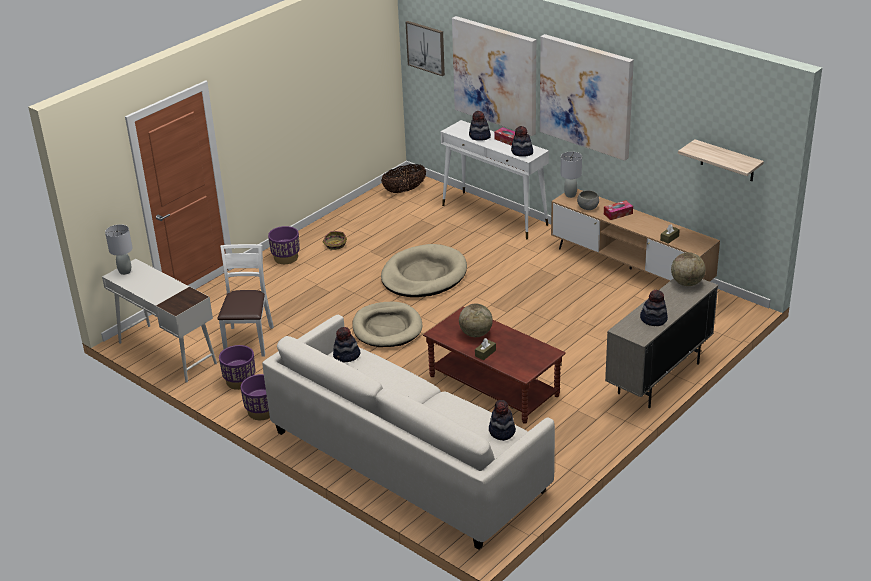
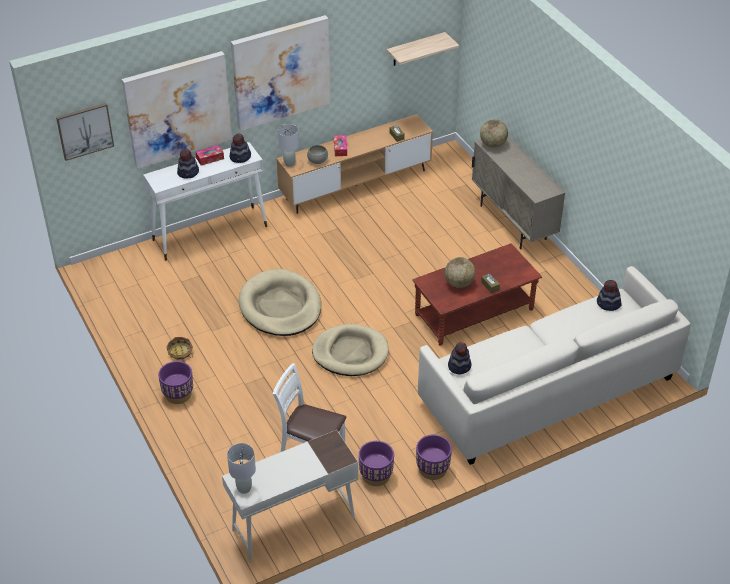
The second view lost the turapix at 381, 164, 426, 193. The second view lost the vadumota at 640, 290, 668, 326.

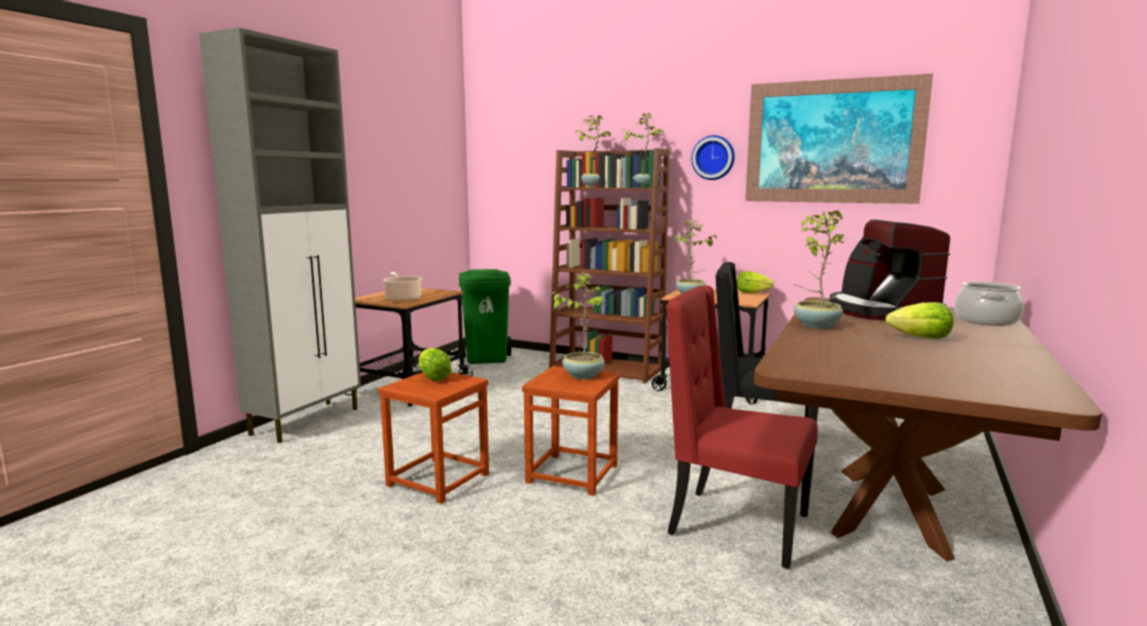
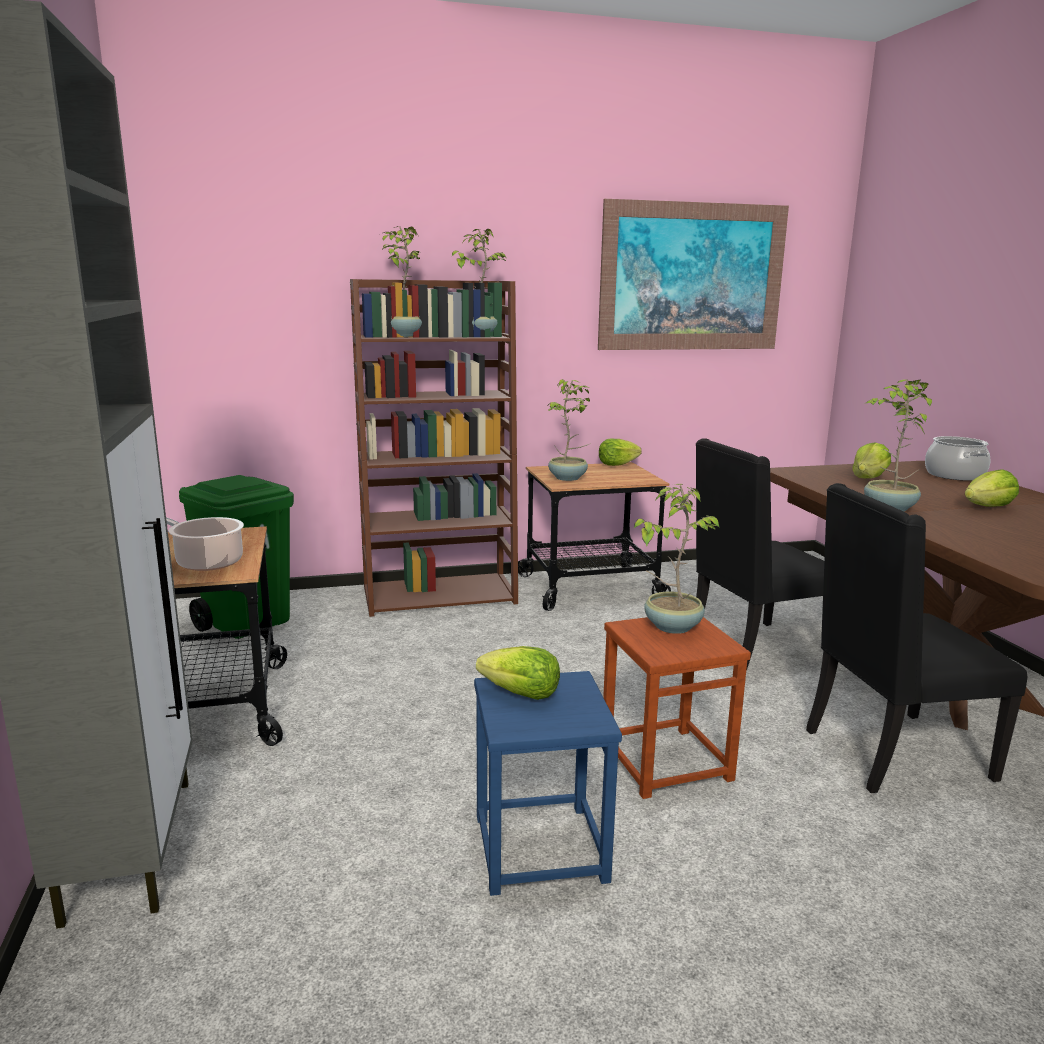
What was the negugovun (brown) at 378, 372, 489, 504 turned into the negugovun (blue) at 474, 671, 622, 896. What was the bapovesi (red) at 666, 285, 818, 569 turned into the bapovesi (black) at 806, 483, 1027, 793. The second view lost the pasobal at 691, 135, 735, 180. Where the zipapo stood at 830, 220, 950, 320, the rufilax came to stand at 852, 442, 891, 478.

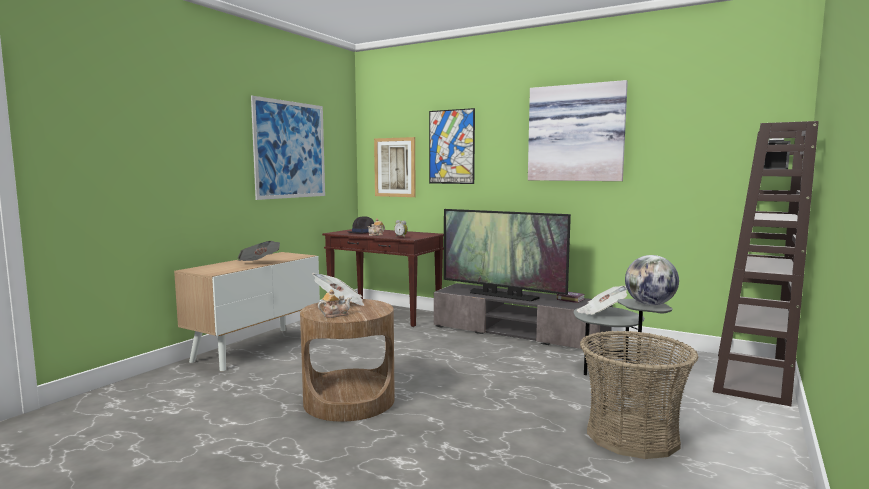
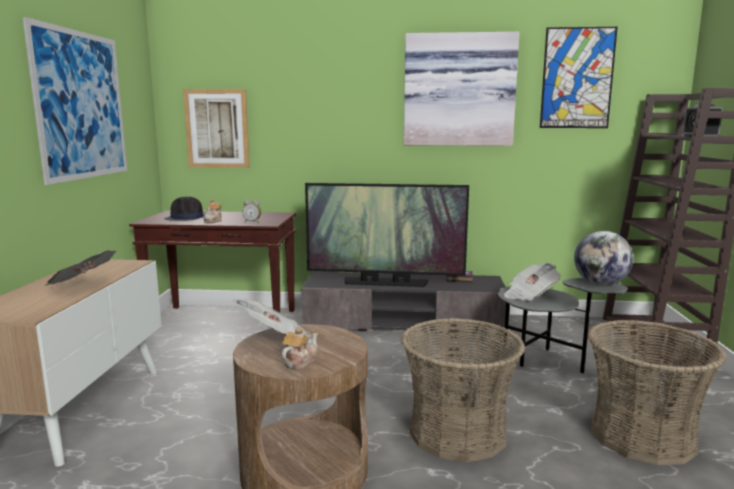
The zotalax ended up elsewhere, having gone from 429, 108, 475, 184 to 540, 27, 618, 128. The second view gained the turapix at 401, 318, 525, 462.

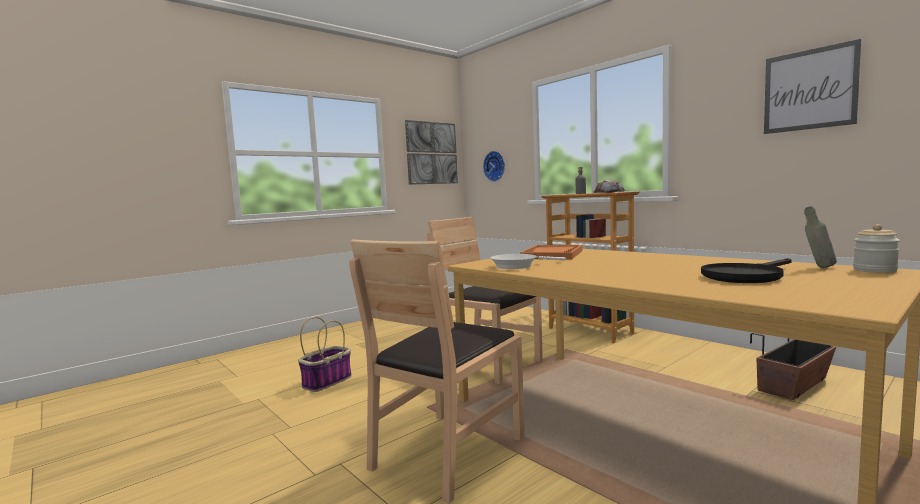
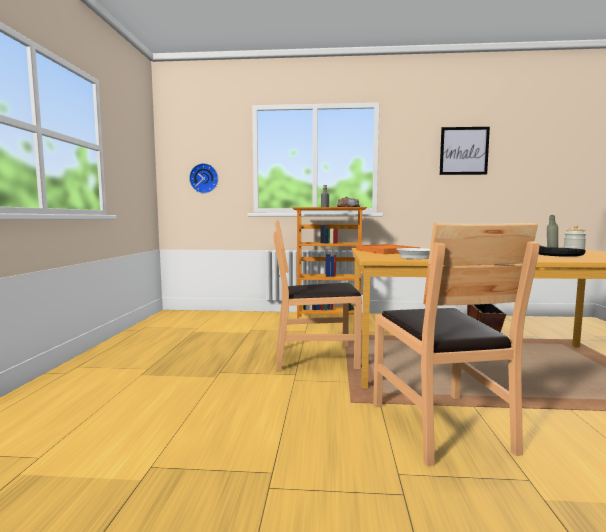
The second view lost the turapix at 298, 317, 352, 392. The second view lost the zotalax at 405, 120, 458, 185.

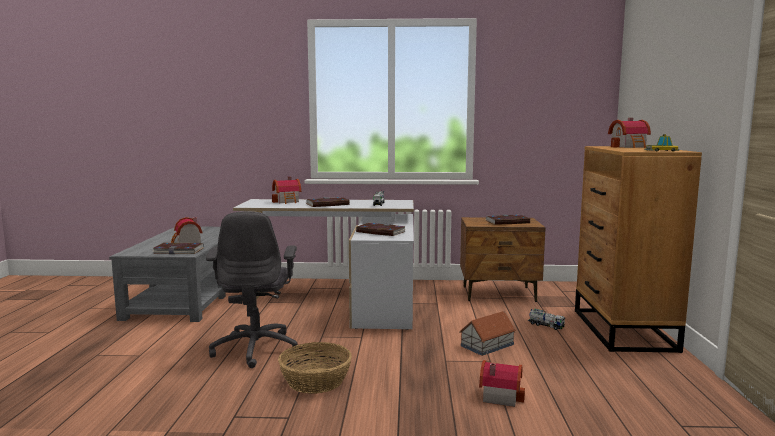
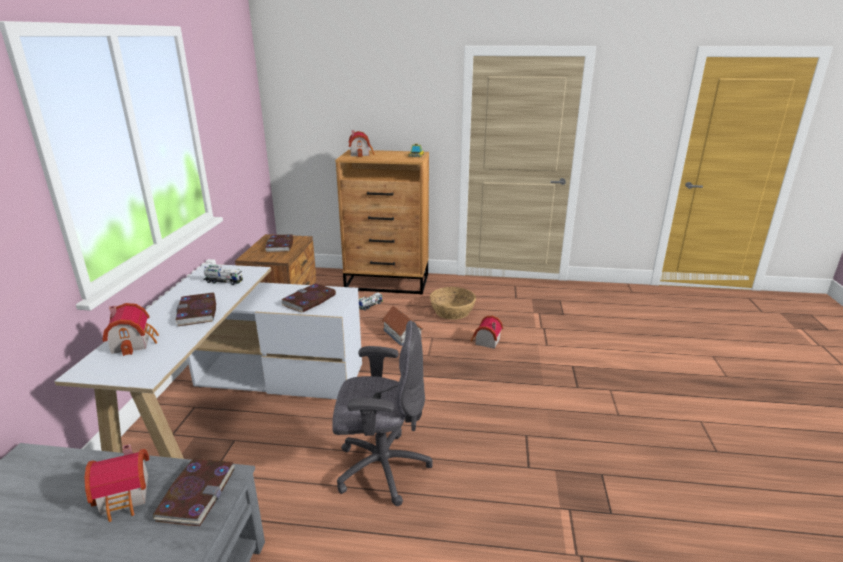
The turapix ended up elsewhere, having gone from 278, 342, 352, 394 to 430, 287, 476, 320.

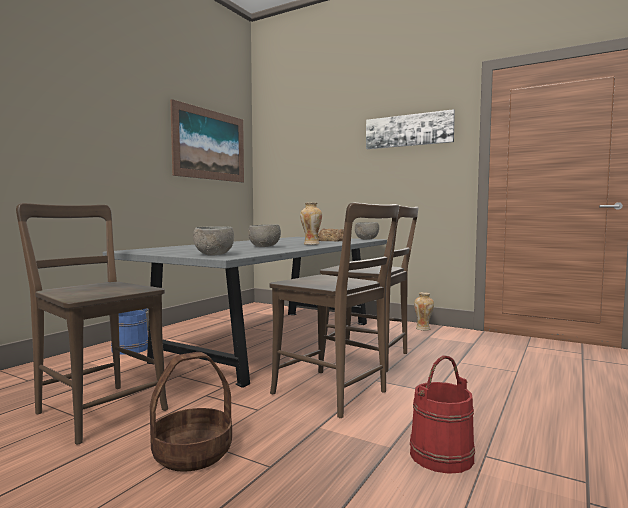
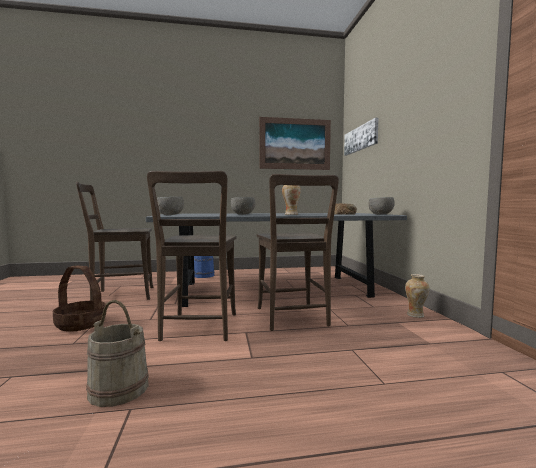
The bapovesi (brown) at 16, 203, 168, 445 ended up facing another way, 105 degrees counterclockwise from before. The zotalax ended up elsewhere, having gone from 366, 109, 455, 149 to 344, 118, 378, 156. What was the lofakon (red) at 410, 355, 475, 474 turned into the lofakon (beige) at 86, 300, 149, 407.

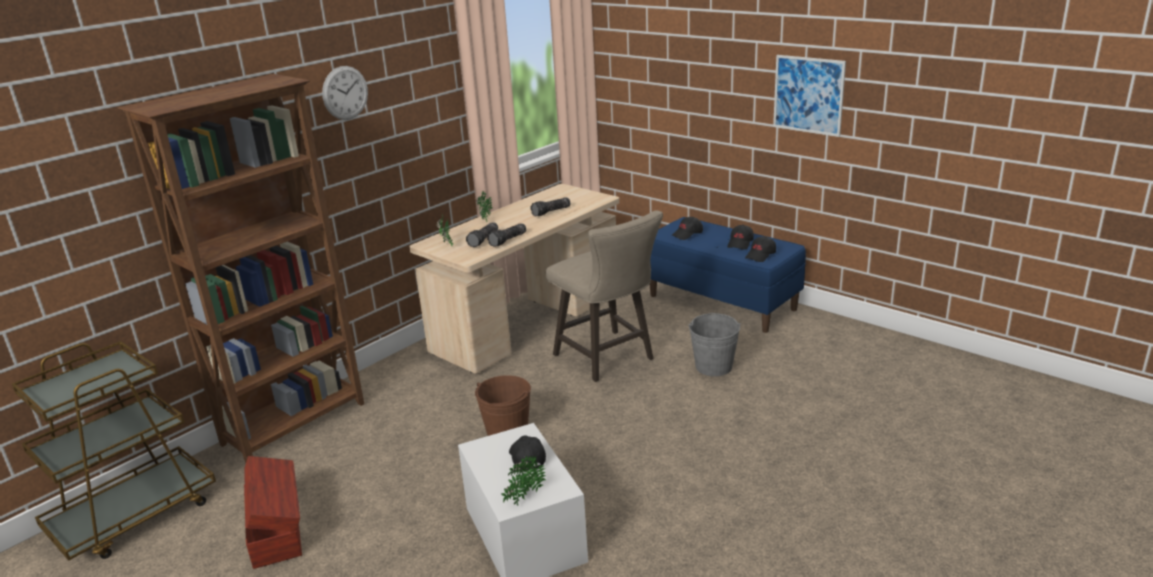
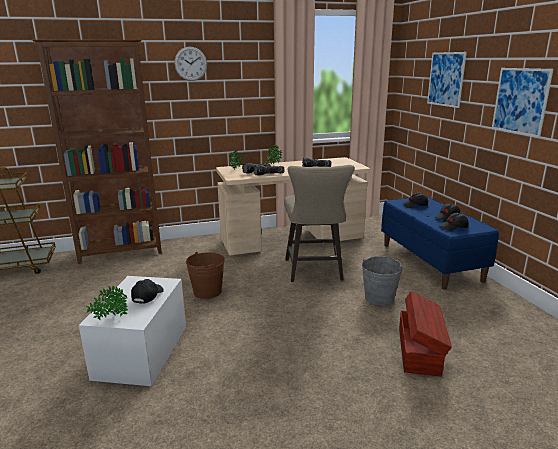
The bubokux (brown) ended up elsewhere, having gone from 244, 456, 302, 569 to 399, 291, 452, 377. The second view gained the zotalax at 427, 52, 467, 108.

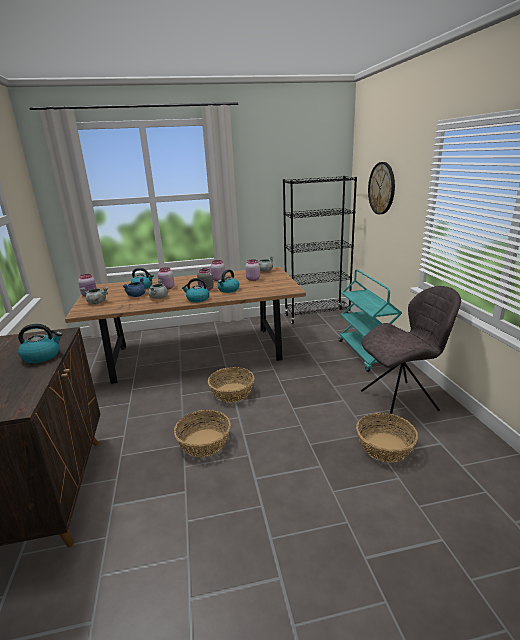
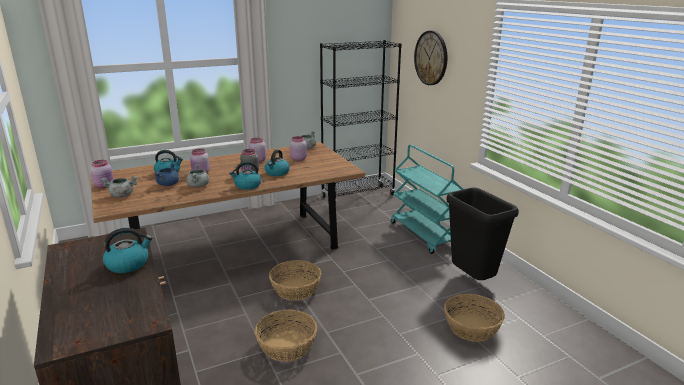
Where the bapovesi (grey) stood at 361, 286, 461, 420, the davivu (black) came to stand at 446, 188, 519, 280.

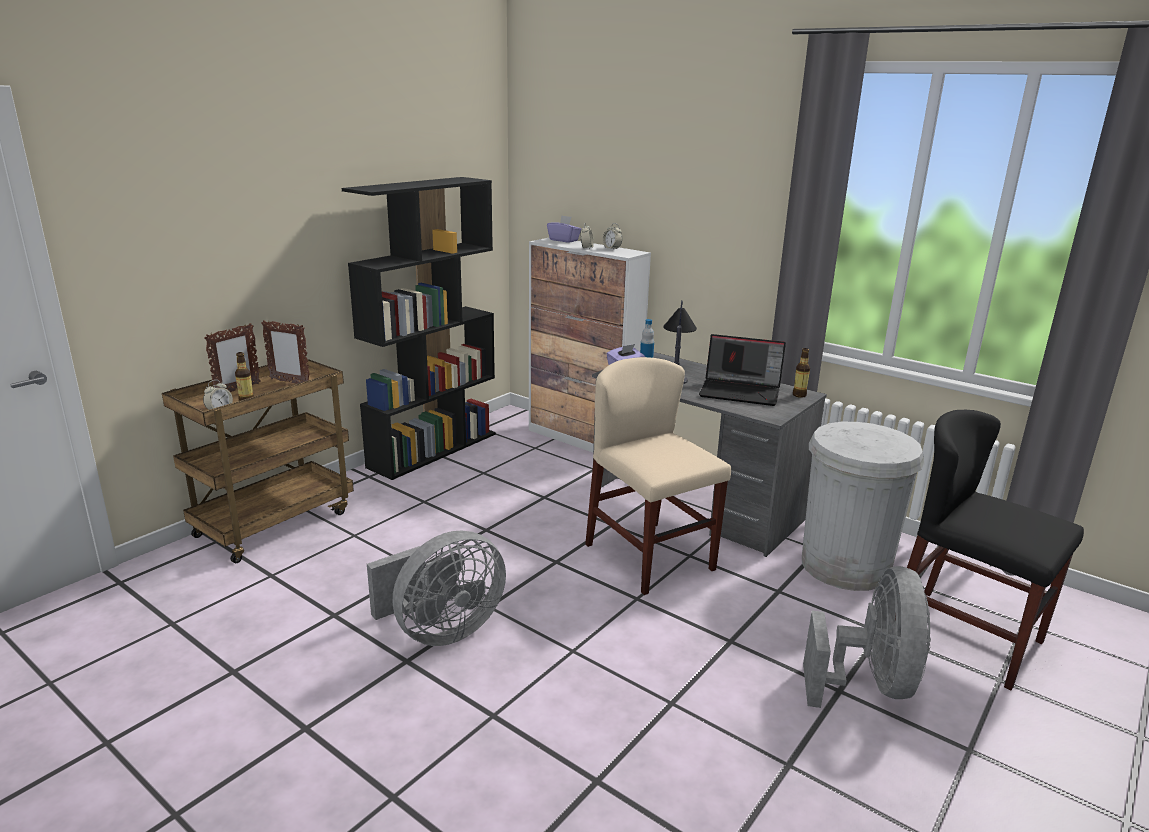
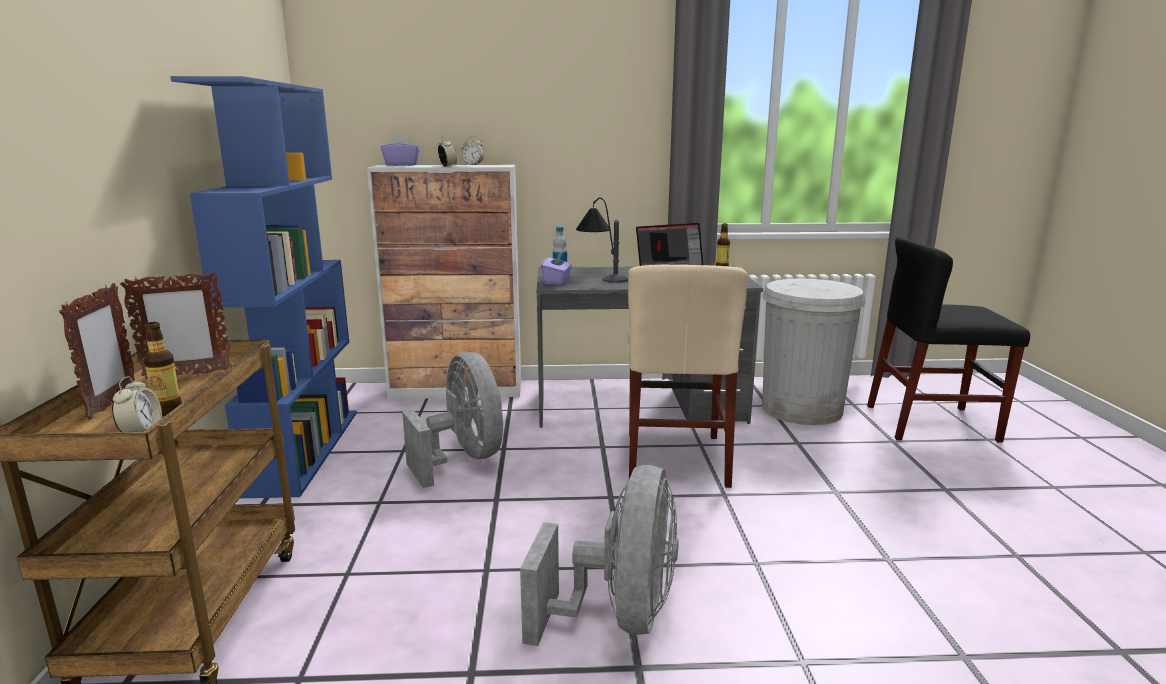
What was the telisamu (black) at 342, 177, 496, 480 turned into the telisamu (blue) at 170, 76, 357, 498. The bapovesi (beige) at 585, 357, 731, 595 ended up facing another way, 105 degrees counterclockwise from before. The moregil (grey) ended up elsewhere, having gone from 803, 566, 931, 708 to 402, 352, 503, 488.

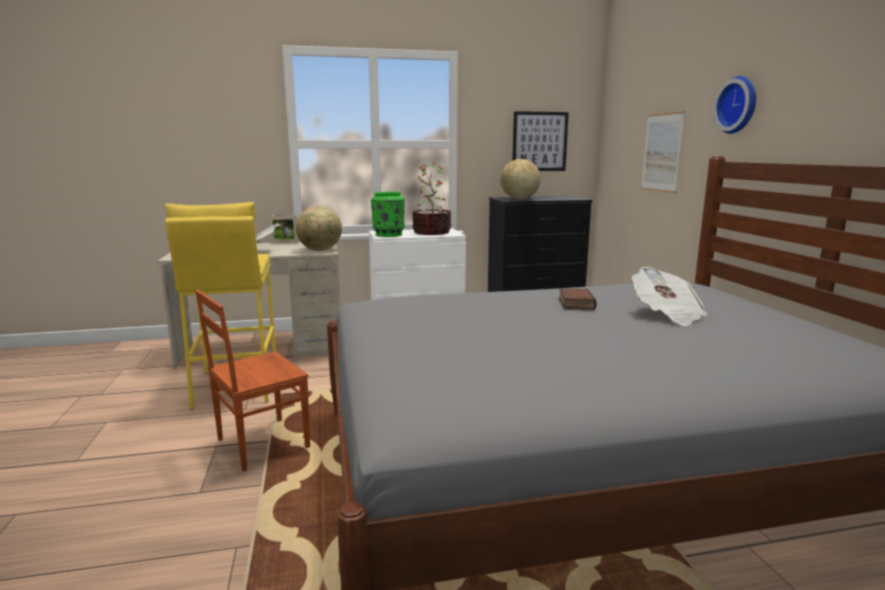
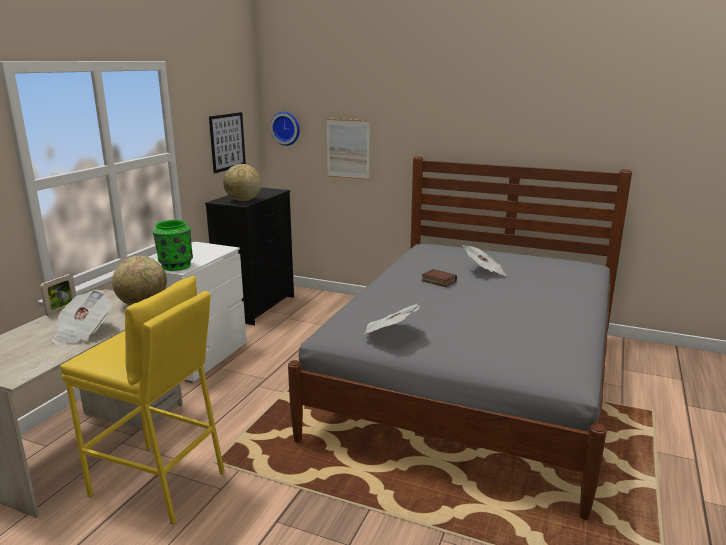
The second view lost the bapovesi (brown) at 195, 289, 310, 472. The second view lost the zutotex at 412, 162, 452, 235. The pasobal ended up elsewhere, having gone from 713, 76, 756, 134 to 270, 112, 300, 146. The second view gained the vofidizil at 364, 304, 420, 334.

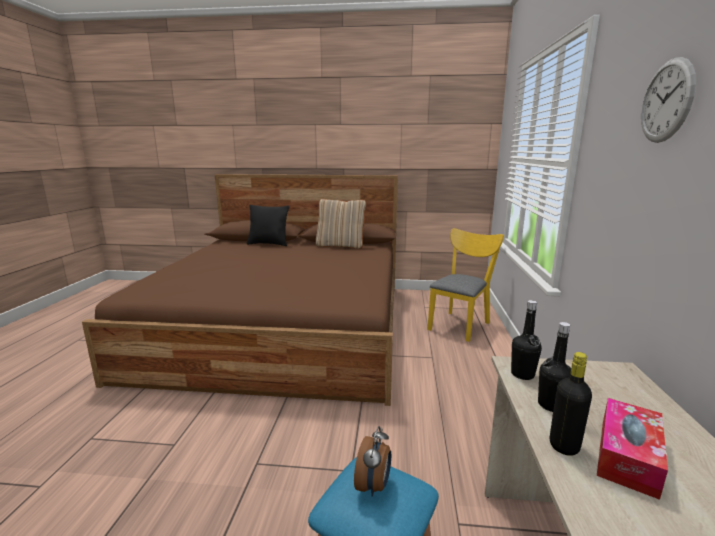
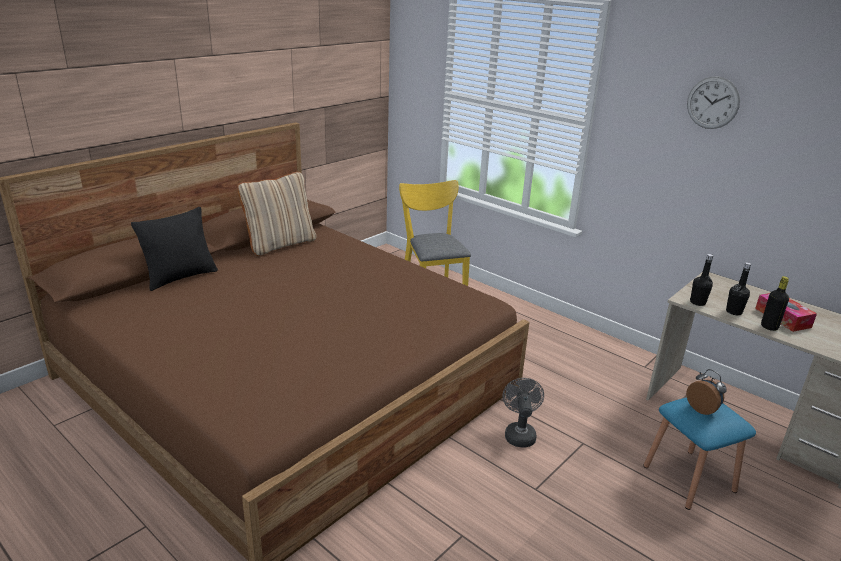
The second view gained the moregil (grey) at 502, 378, 544, 447.

